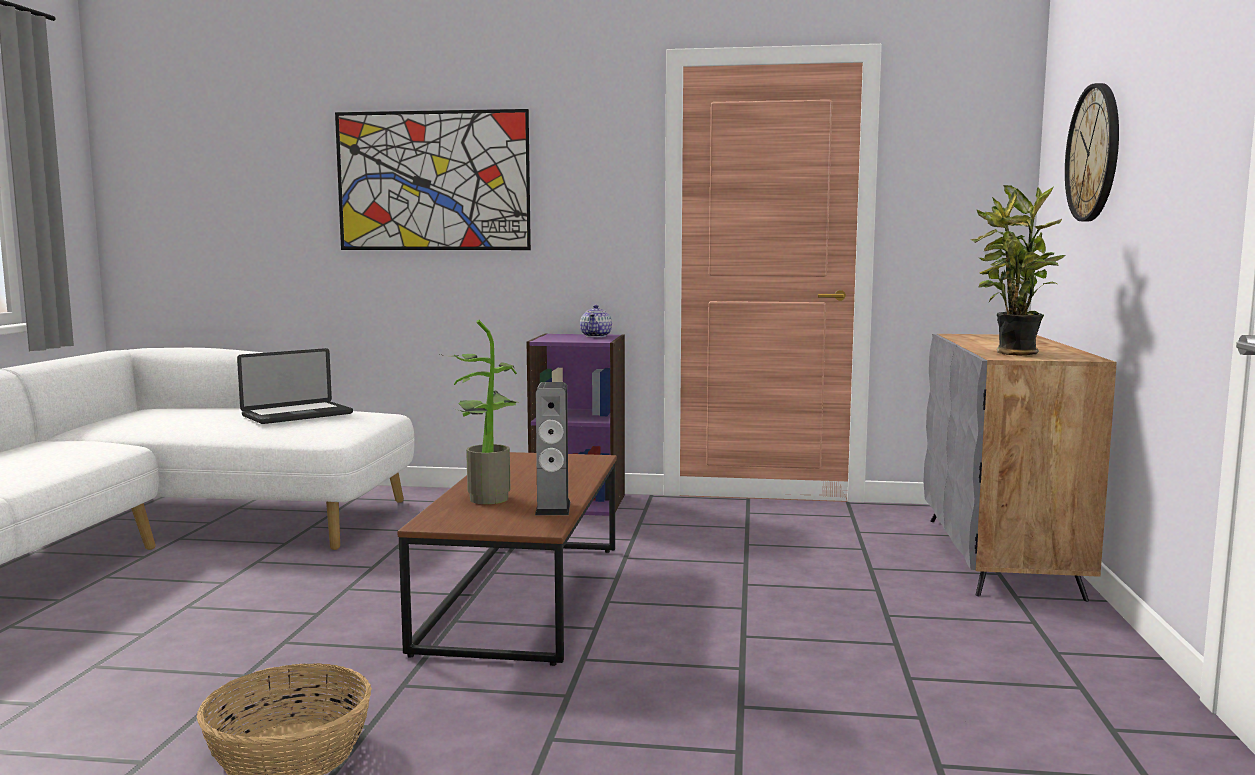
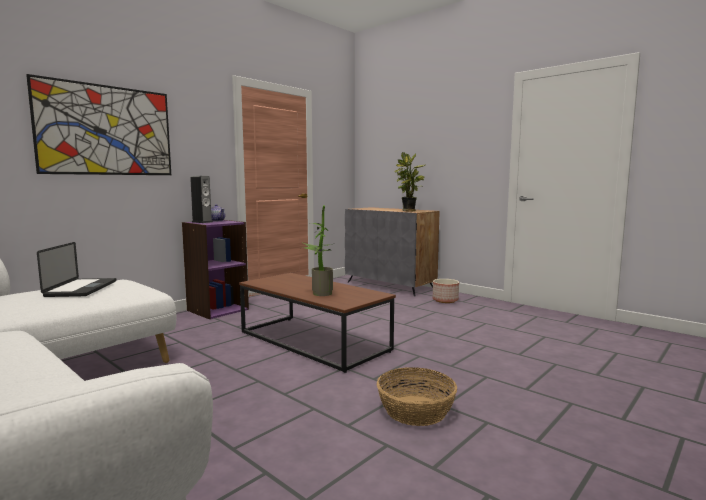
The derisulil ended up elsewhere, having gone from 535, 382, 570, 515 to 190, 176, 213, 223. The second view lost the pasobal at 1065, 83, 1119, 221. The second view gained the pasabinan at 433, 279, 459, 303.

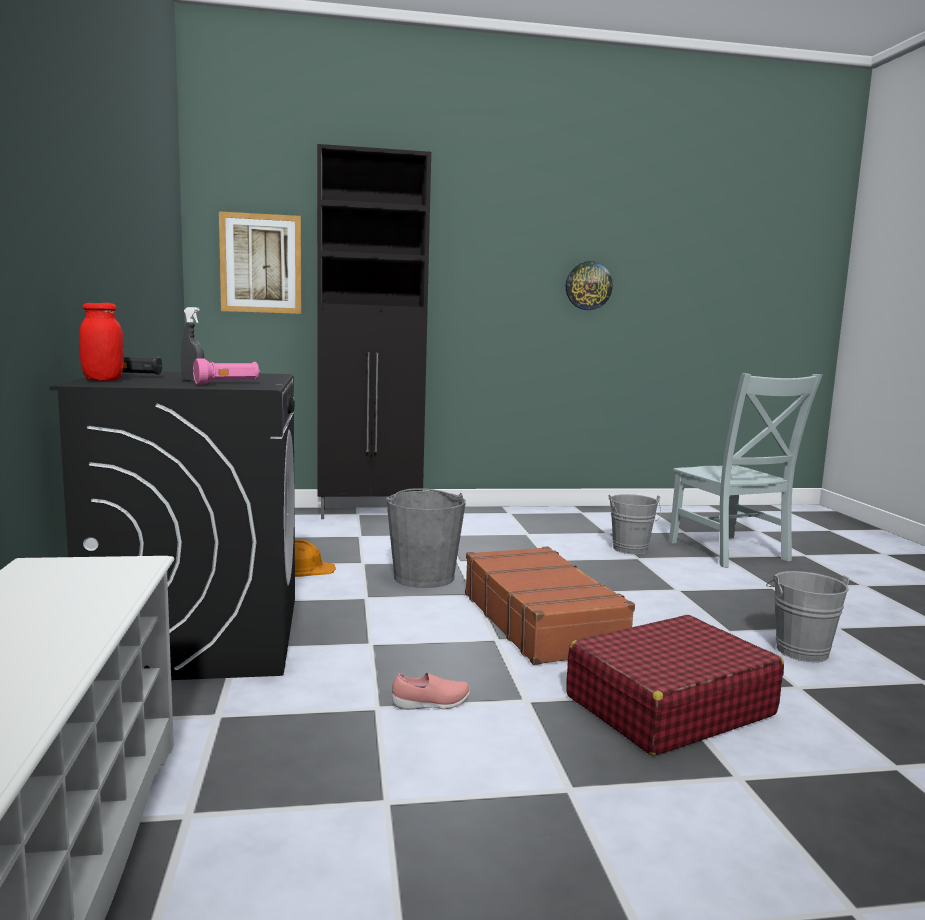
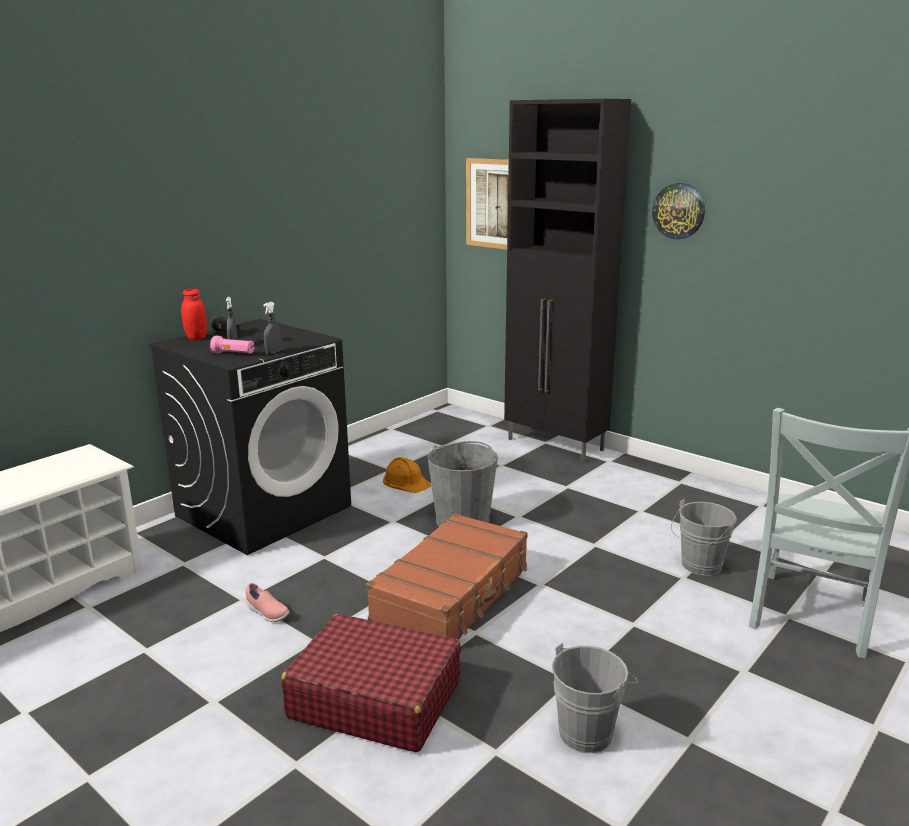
The pasobal ended up elsewhere, having gone from 566, 261, 613, 310 to 652, 183, 705, 239. The second view gained the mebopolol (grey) at 263, 302, 281, 354.

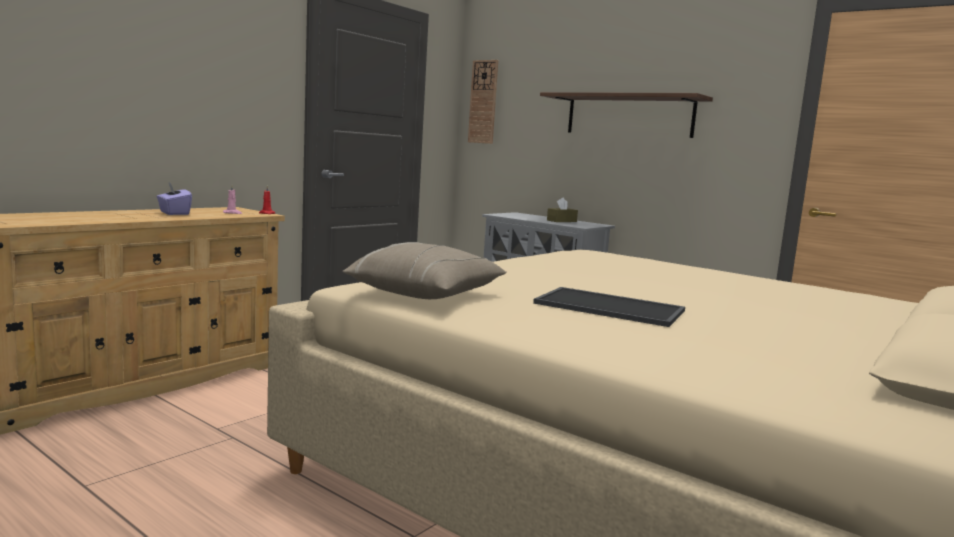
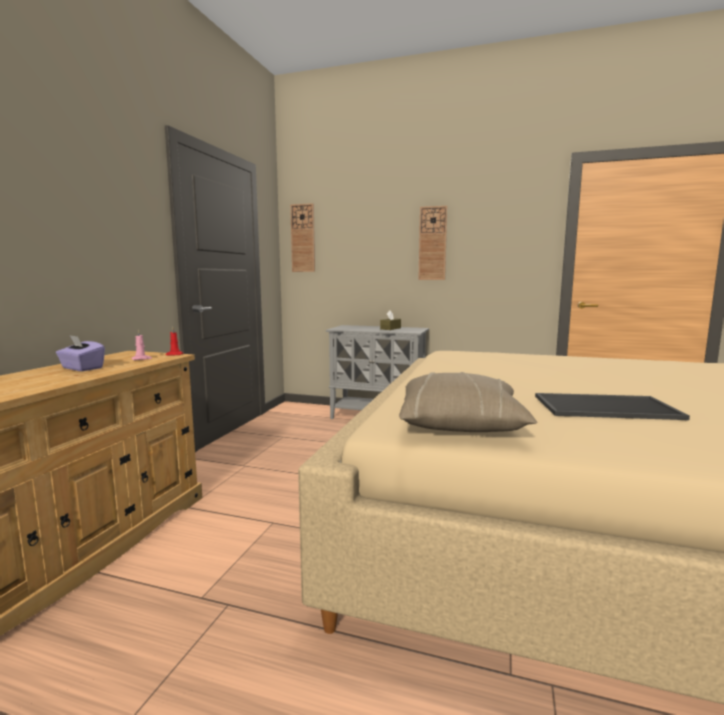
Where the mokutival hung at 540, 92, 713, 138, the pasobal came to hang at 418, 206, 447, 280.

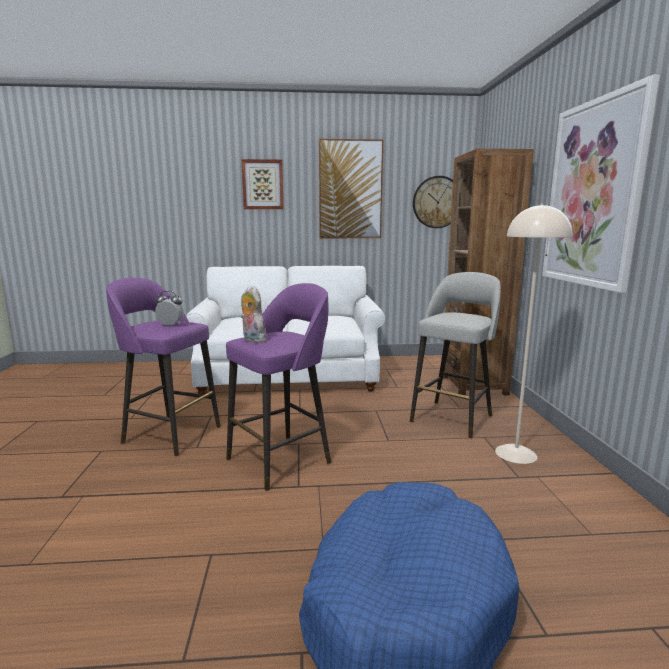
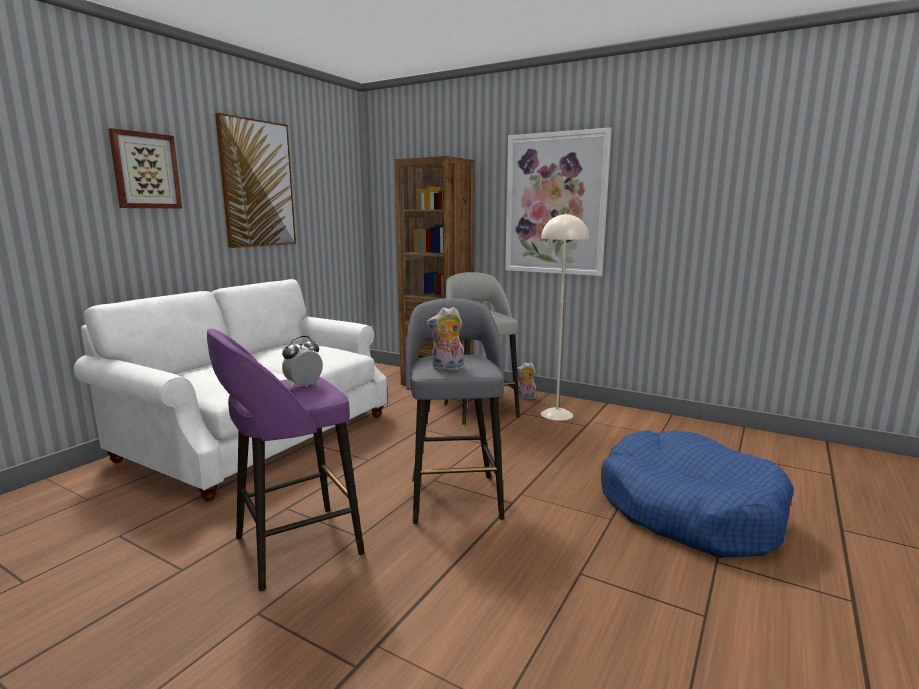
What was the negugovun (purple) at 226, 283, 331, 491 turned into the negugovun (grey) at 405, 298, 504, 525. The second view lost the pasobal at 413, 176, 453, 228. The second view gained the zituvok at 517, 362, 536, 399.

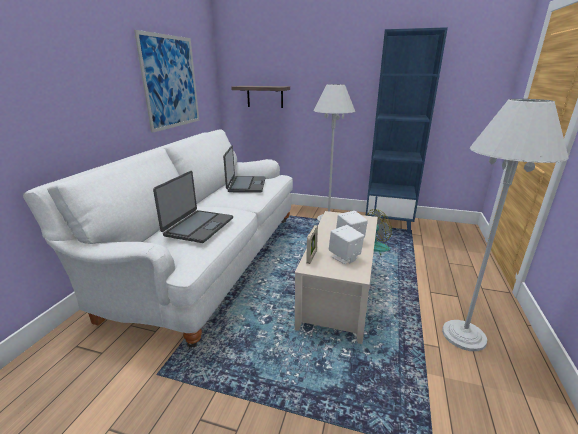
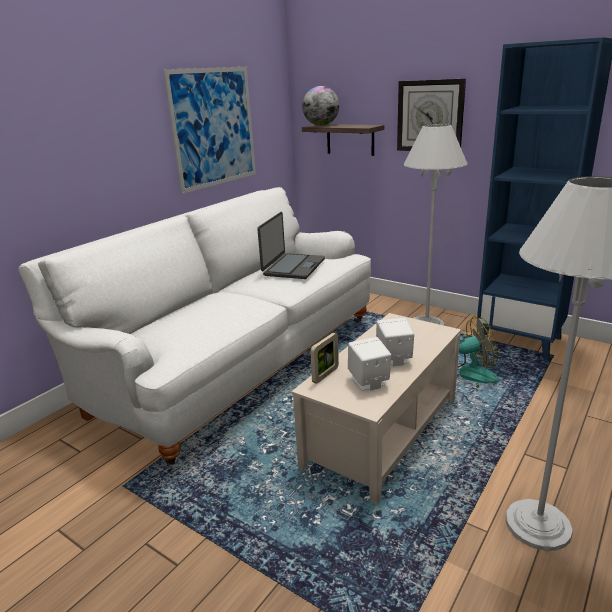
The second view lost the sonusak at 153, 171, 233, 243. The second view gained the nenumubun at 302, 86, 339, 126. The second view gained the pasobal at 397, 79, 466, 151.

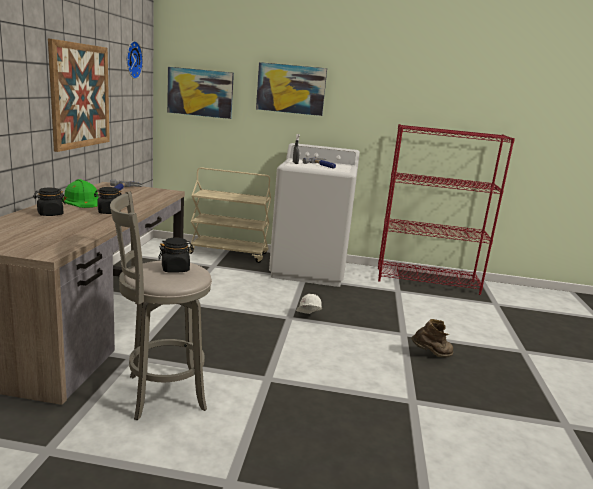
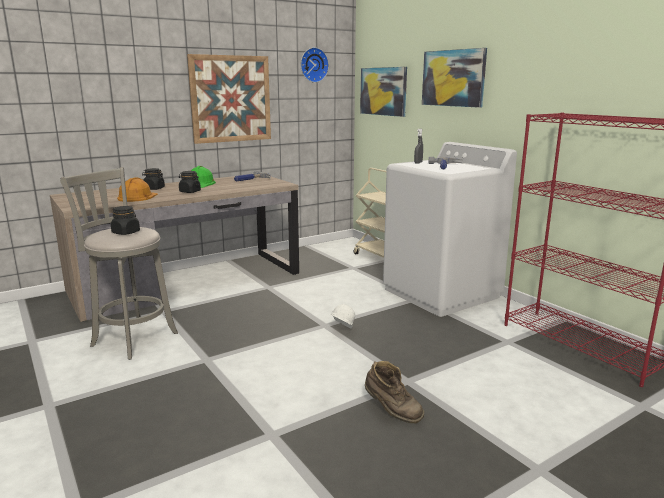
The second view gained the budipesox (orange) at 117, 177, 158, 202.

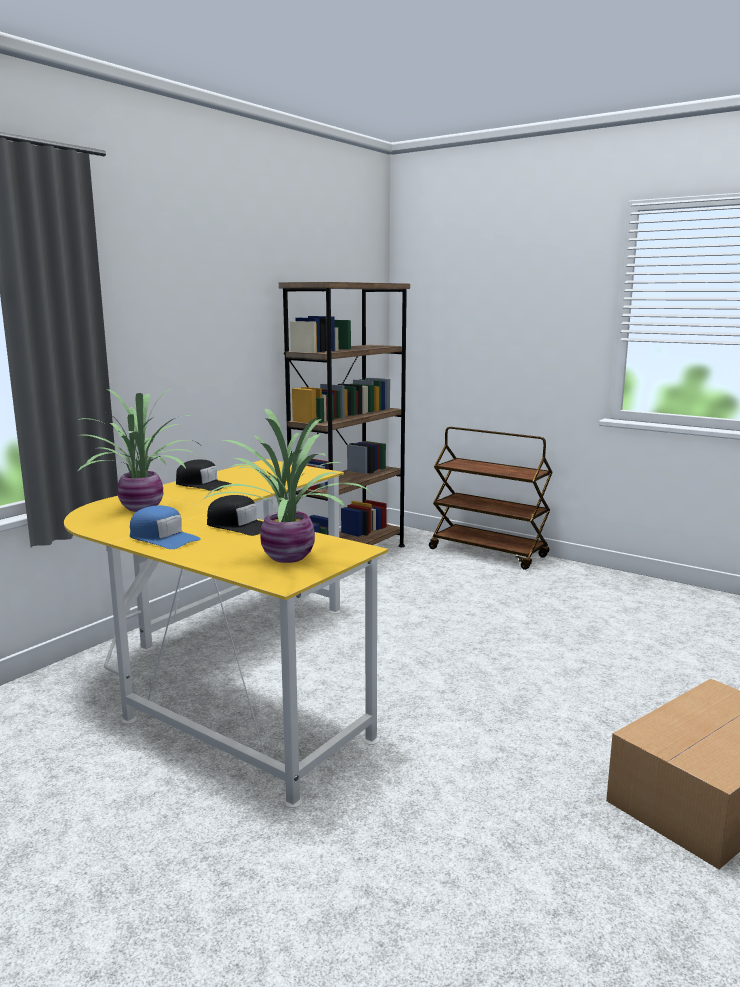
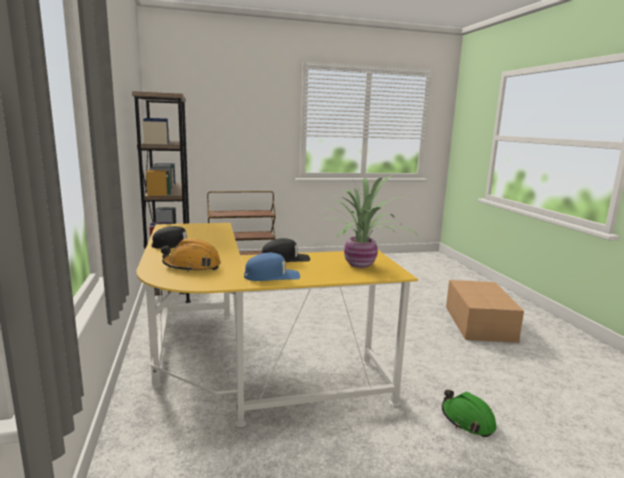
Where the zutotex stood at 77, 389, 200, 512, the budipesox (orange) came to stand at 161, 239, 221, 272. The second view gained the budipesox (green) at 442, 389, 497, 437.

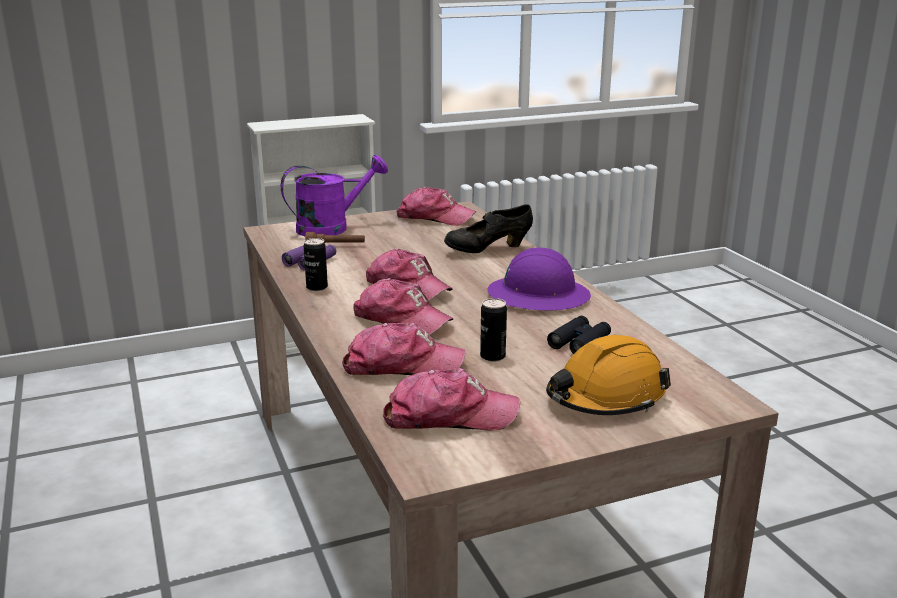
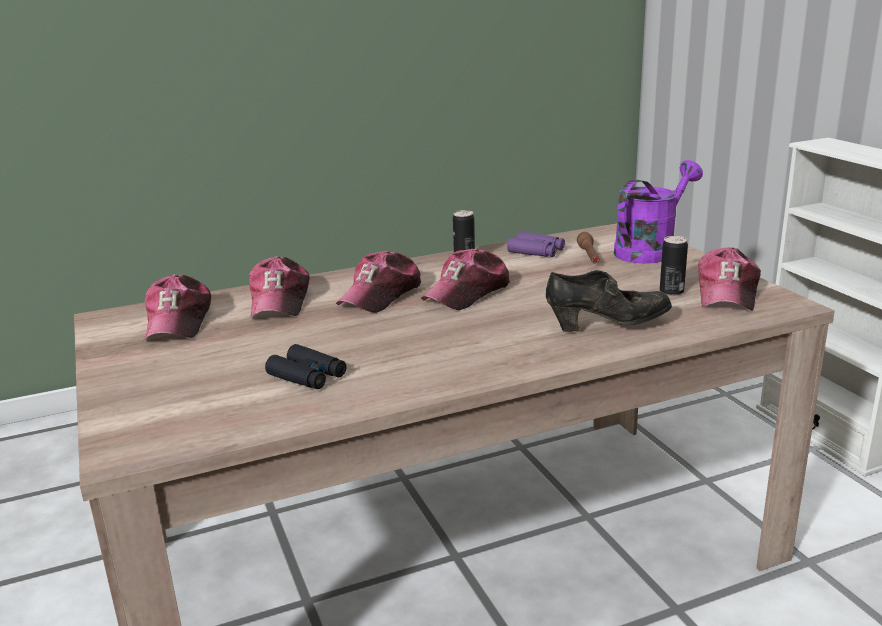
The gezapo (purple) at 281, 155, 388, 236 ended up facing another way, 105 degrees counterclockwise from before. The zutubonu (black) at 444, 204, 533, 253 ended up facing another way, 105 degrees clockwise from before. The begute ended up elsewhere, having gone from 480, 298, 507, 362 to 660, 236, 688, 295. The second view lost the budipesox (purple) at 488, 247, 591, 311. The second view lost the budipesox (orange) at 546, 335, 671, 415.

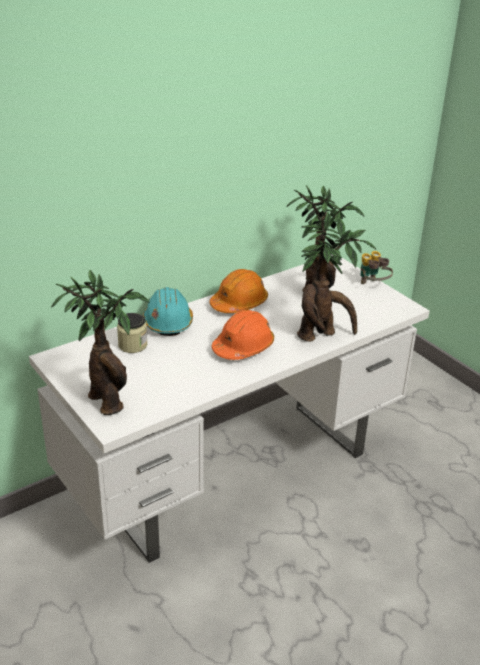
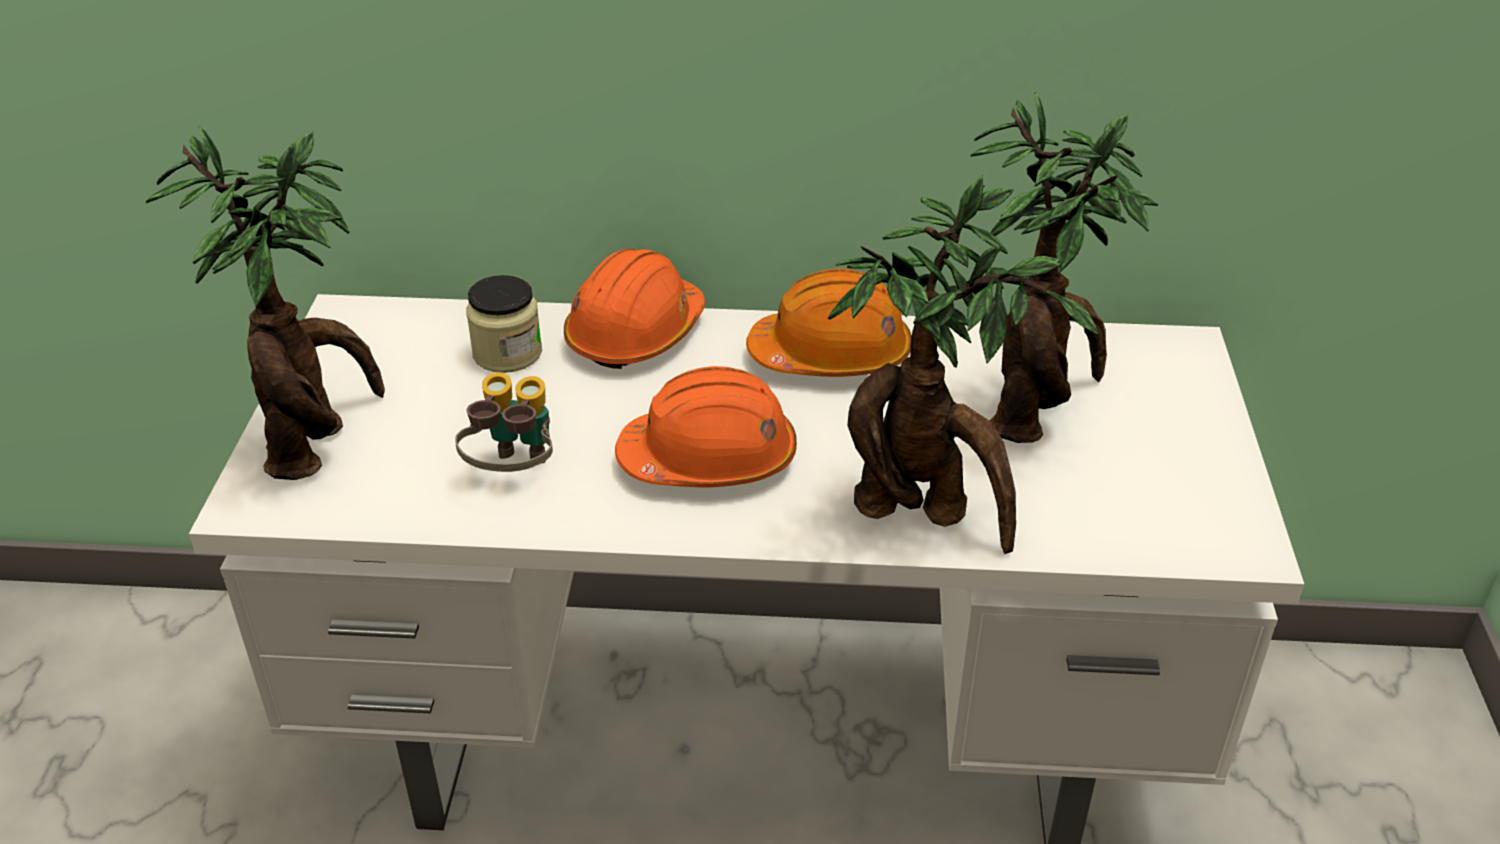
What was the budipesox (turquoise) at 143, 287, 193, 336 turned into the budipesox (orange) at 564, 248, 705, 369. The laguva ended up elsewhere, having gone from 360, 251, 393, 284 to 455, 372, 553, 472.

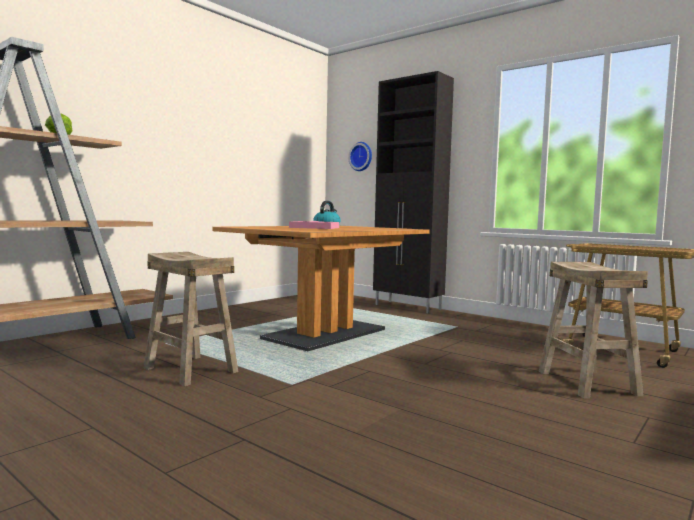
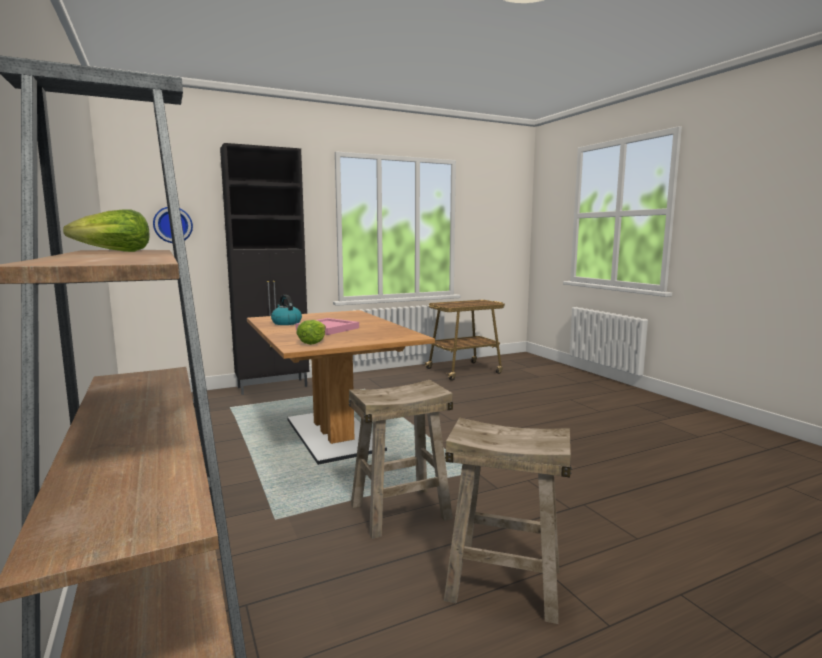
The negugovun (beige) ended up elsewhere, having gone from 539, 262, 648, 398 to 444, 417, 572, 624. The second view gained the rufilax at 296, 320, 326, 345.

